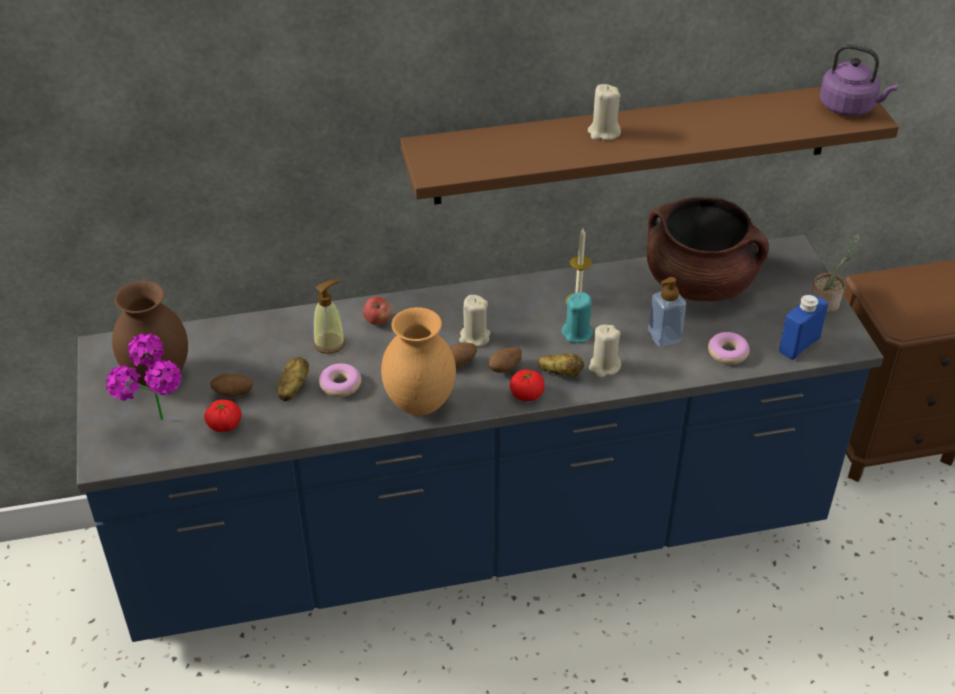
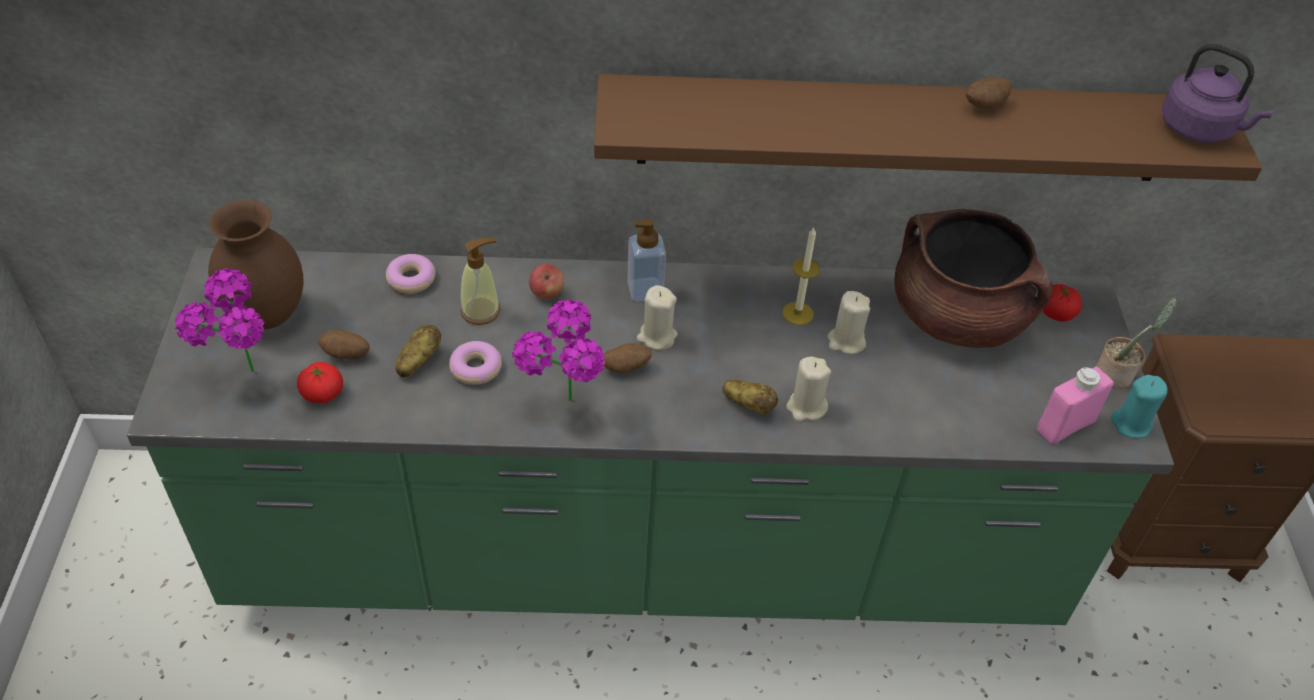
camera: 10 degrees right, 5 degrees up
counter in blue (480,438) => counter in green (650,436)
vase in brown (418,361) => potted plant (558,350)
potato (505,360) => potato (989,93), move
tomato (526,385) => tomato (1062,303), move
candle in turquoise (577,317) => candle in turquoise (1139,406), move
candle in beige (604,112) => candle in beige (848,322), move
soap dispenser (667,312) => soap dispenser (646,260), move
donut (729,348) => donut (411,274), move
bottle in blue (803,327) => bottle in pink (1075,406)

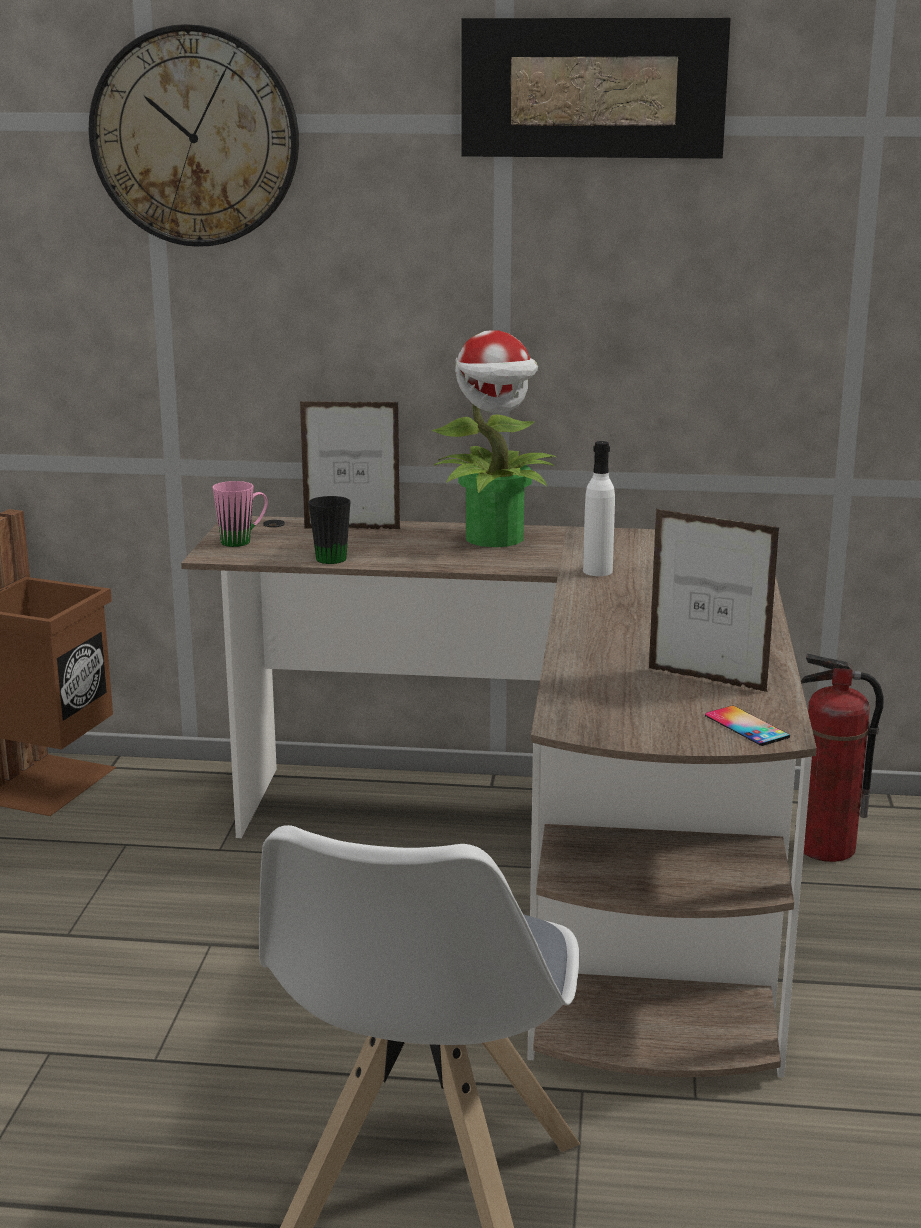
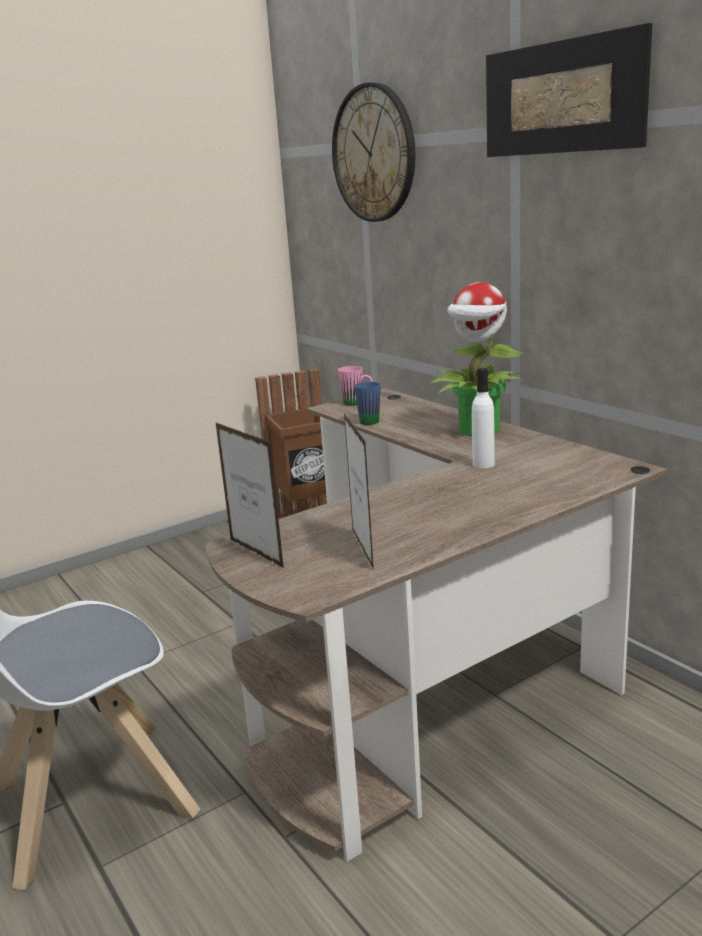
camera: 50 degrees right, 0 degrees up
picture frame (350,465) => picture frame (249,495), move
mug in black (329,530) => mug in blue (367,403)
phone (747,725) => nothing
fire extinguisher (842,758) => nothing

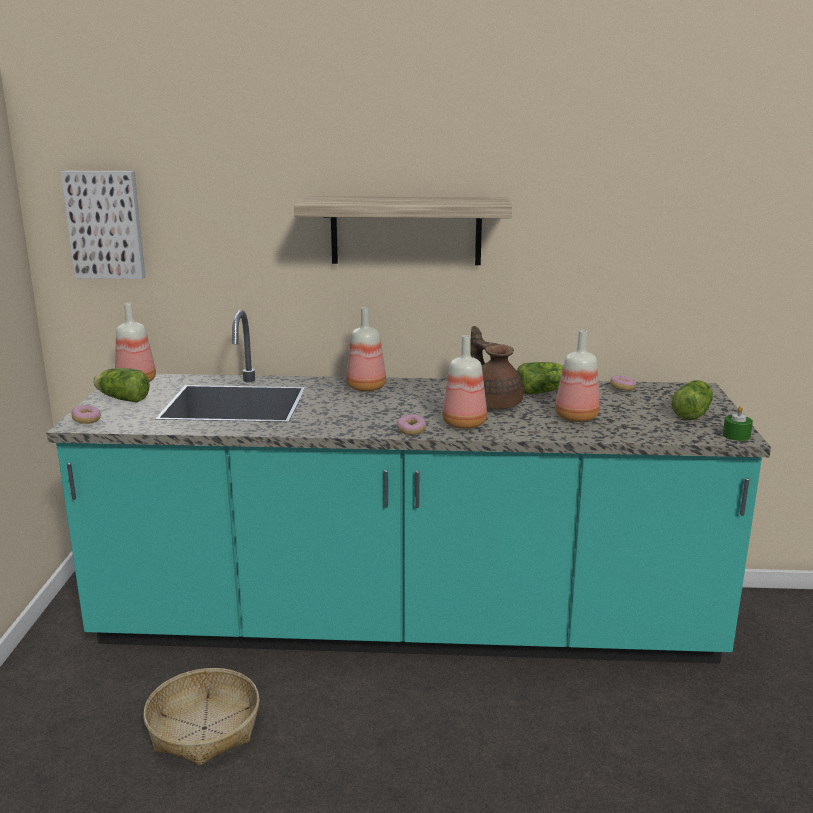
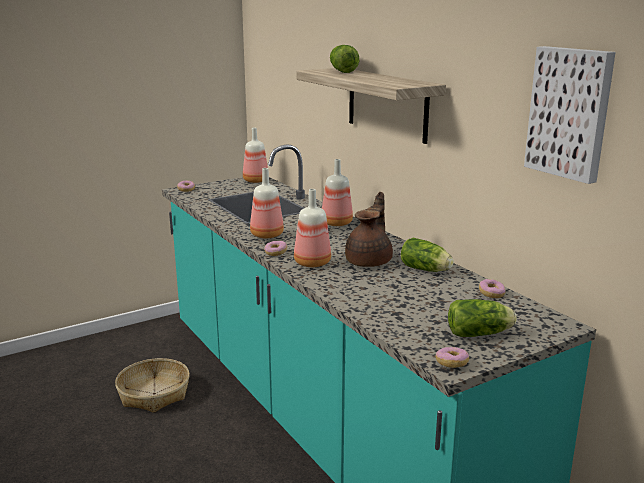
camera: 55 degrees right, 0 degrees up
picture (103,225) => picture (570,115), move
lettuce (121,385) => lettuce (344,59), move
bottle (577,376) => bottle (267,203), move
candle in green (738,423) => donut (452,357)

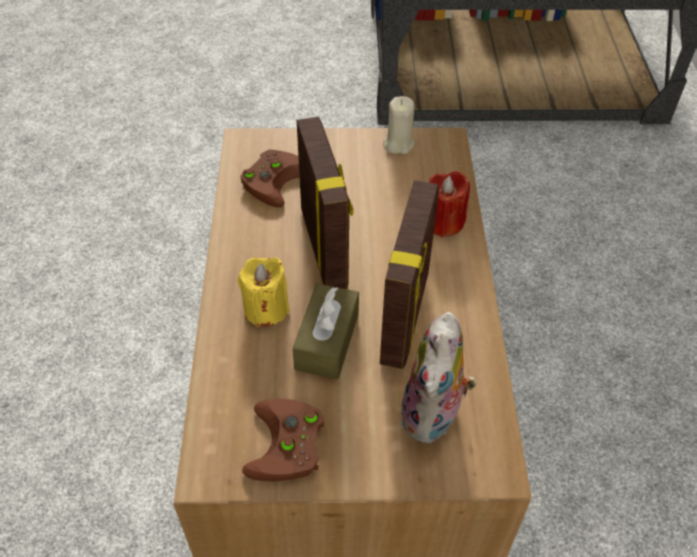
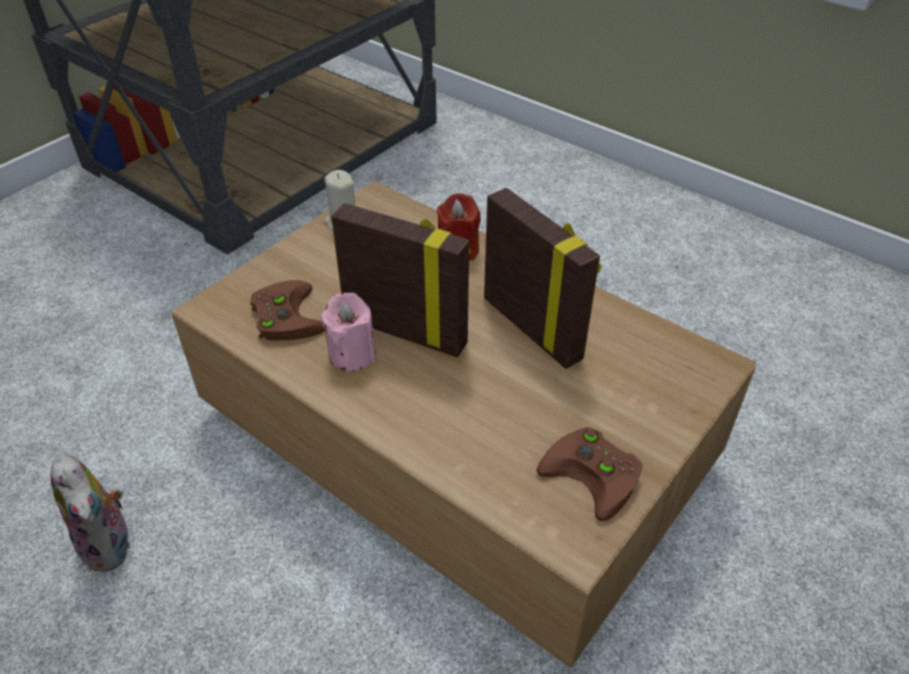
camera: 50 degrees left, 5 degrees down
candle in yellow (264,292) => nothing
tissue box in brown (326,331) => nothing
plush toy (438,378) => plush toy (90,512), move
nothing => candle in pink (348,332)

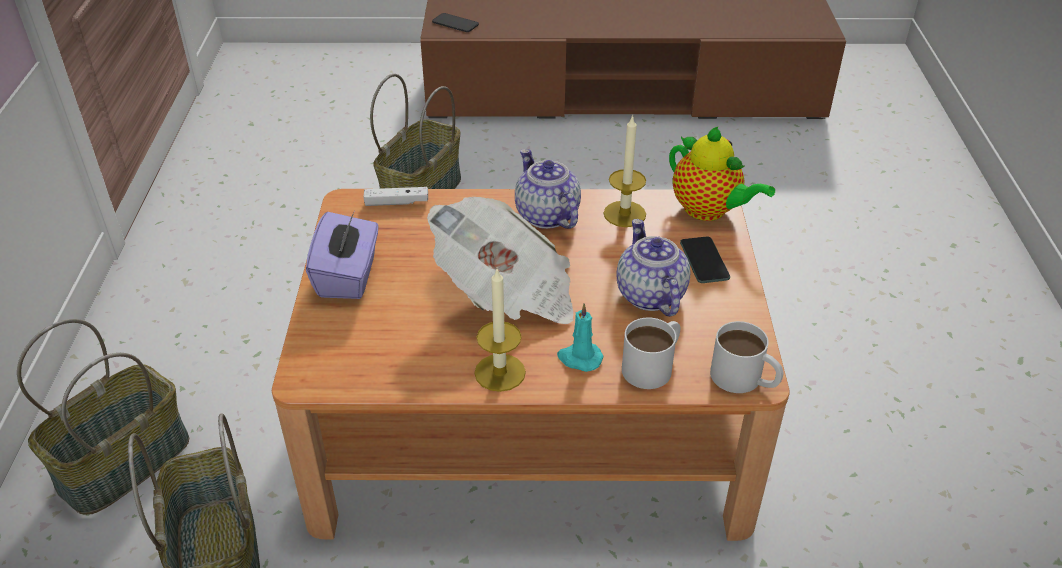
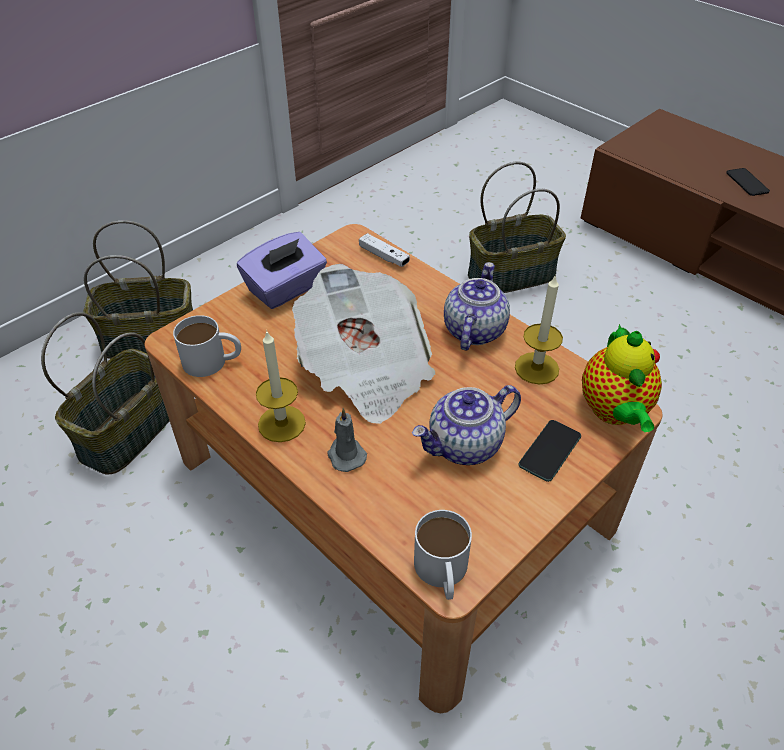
camera: 45 degrees right, 5 degrees up
phone (455,22) => phone (748,182), move
candle in turquoise (580,337) => candle in grey (347,440)
teapot (653,268) => teapot (466,425), 150 degrees counterclockwise
mug in white (651,353) => mug in white (207,346), move

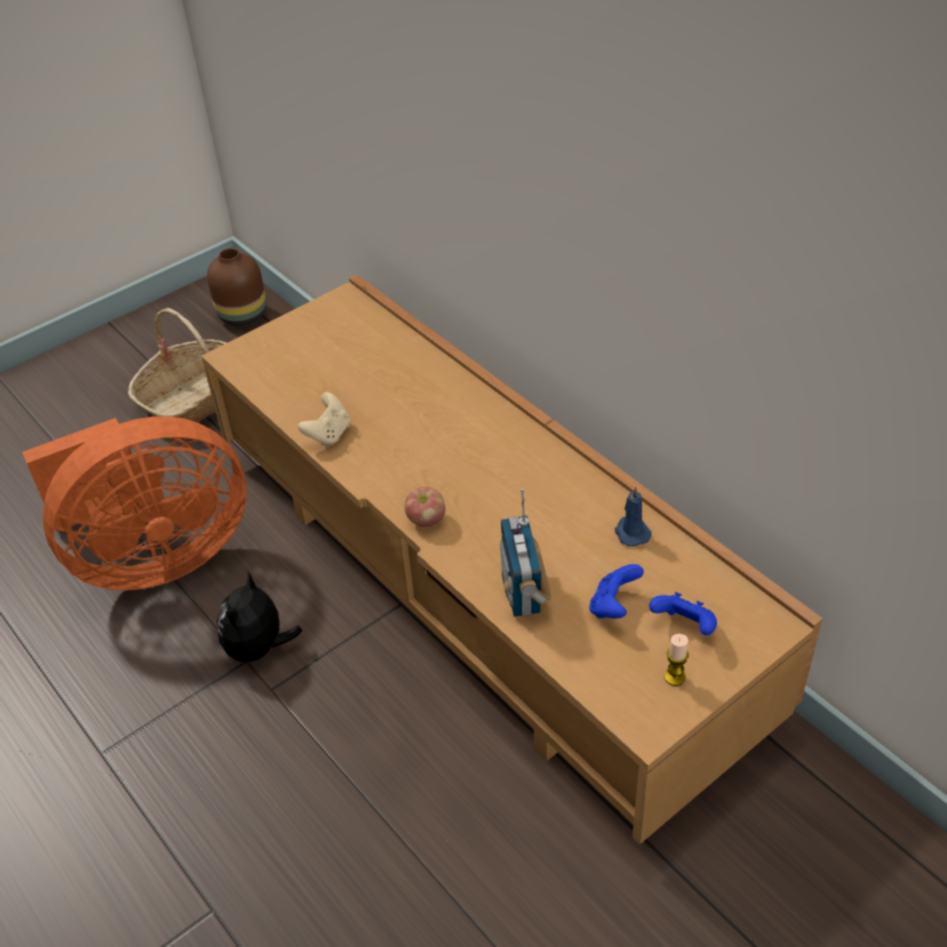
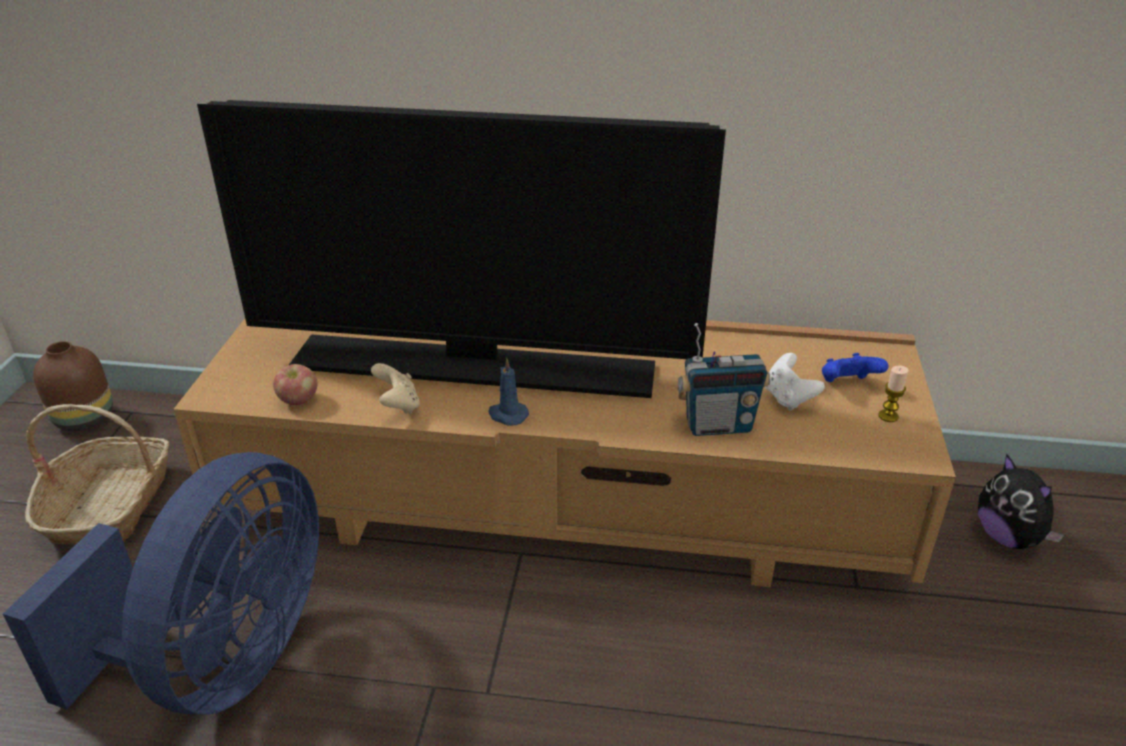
camera: 45 degrees left, 10 degrees down
fan in orange (134,503) => fan in blue (161,583)
plush toy (260,621) => plush toy (1021,501), move
apple (425,507) => apple (295,384), move
radio (526,553) => radio (723,379), 45 degrees counterclockwise
game controller in blue (616,591) => game controller in white (795,382)
candle in blue (633,516) => candle in blue (508,392), move
nothing => television (461,249)

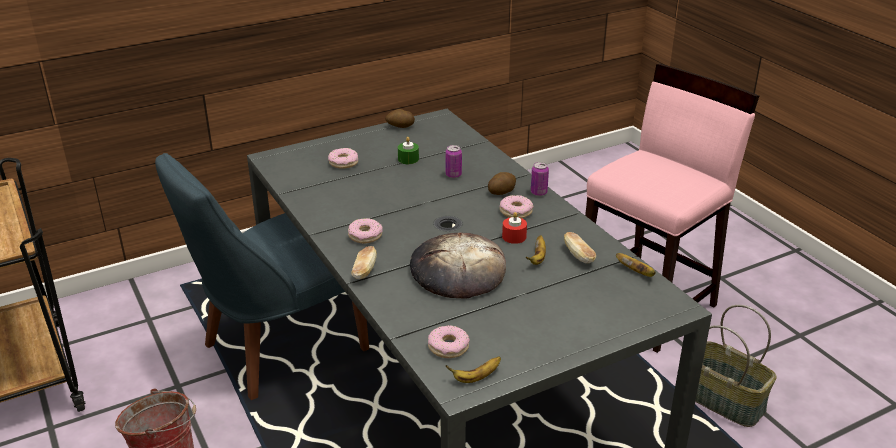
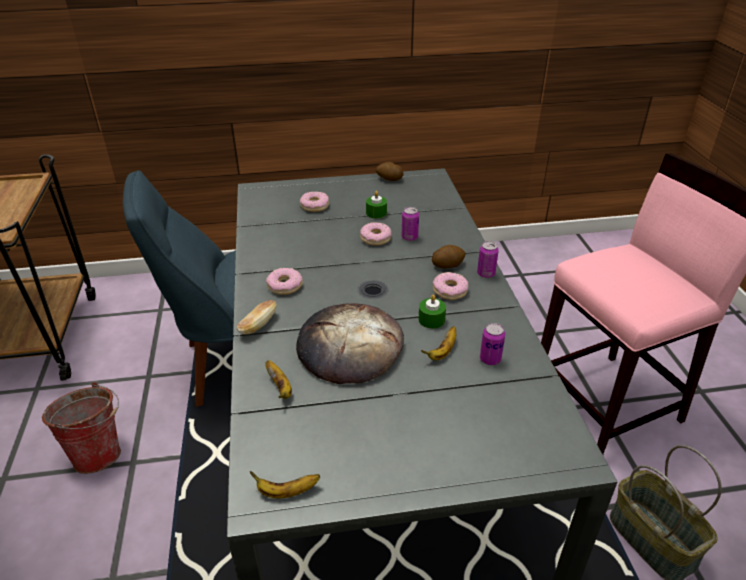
camera: 20 degrees right, 5 degrees up
donut (449,341) => donut (375,233), move
candle in red (514,228) => candle in green (432,311)
bread (580,247) => can (492,344)
banana (636,265) => banana (278,379), move

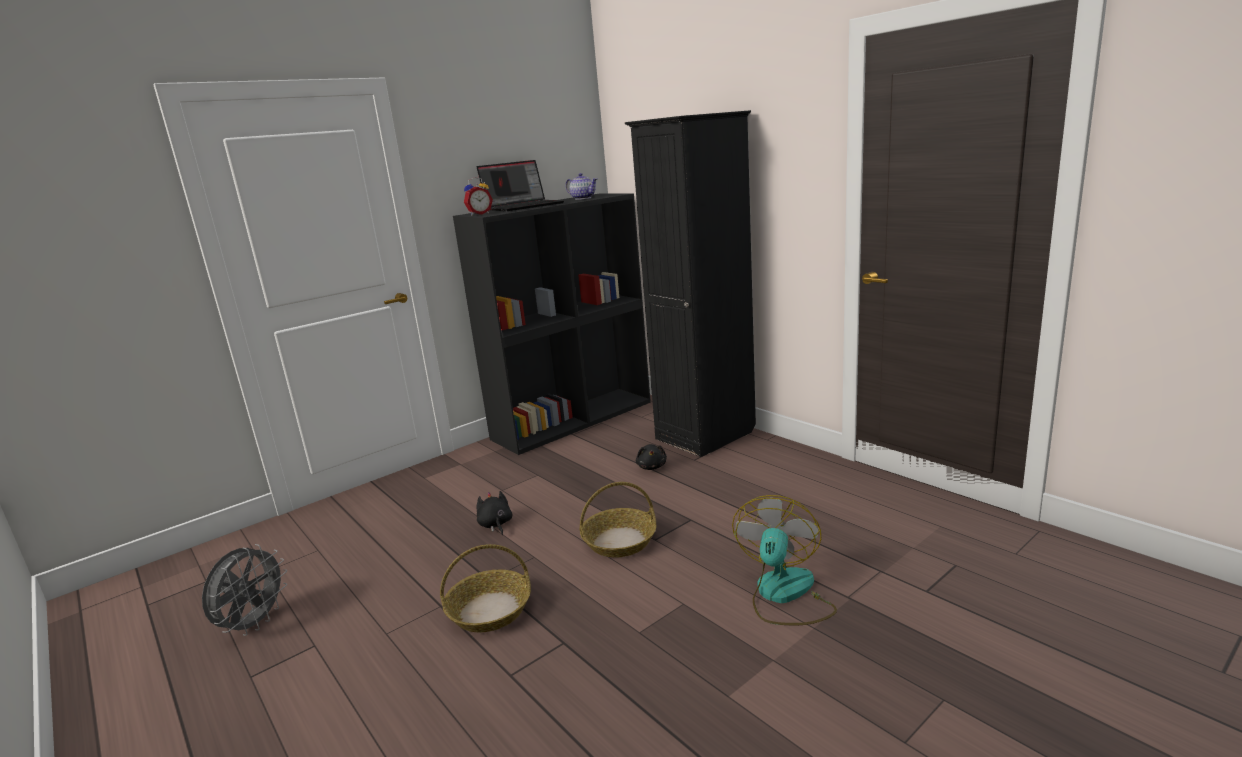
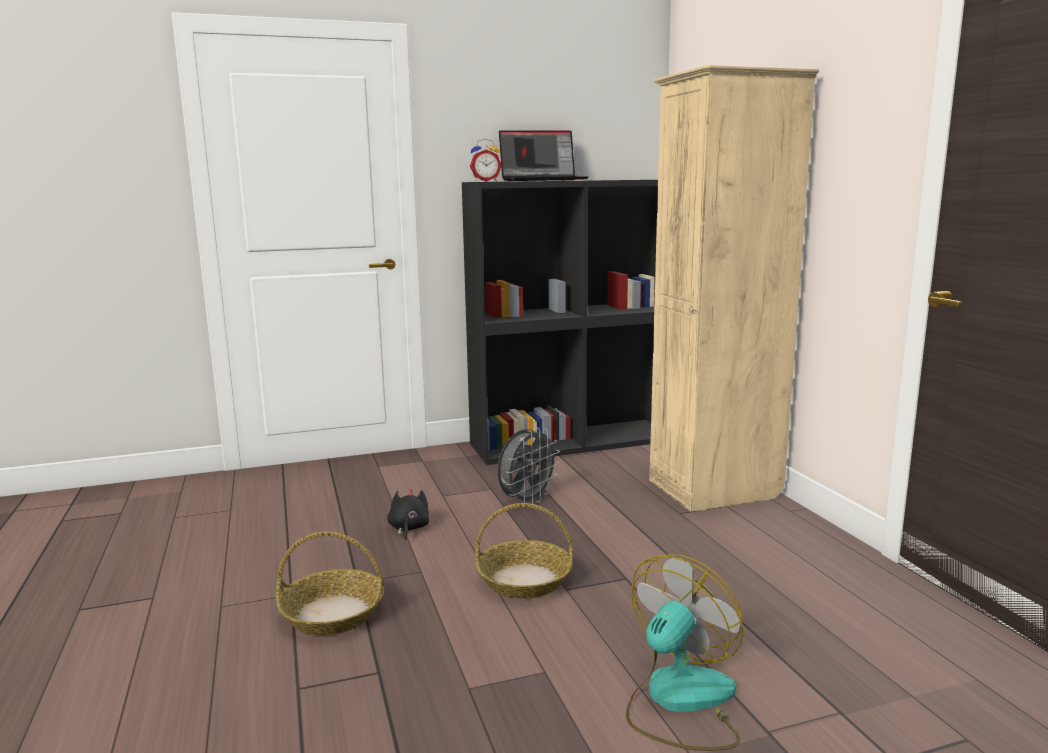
camera: 20 degrees right, 5 degrees down
fan in grey (244,590) => fan in grey (529,465), move
teapot (581,186) => nothing
cabinet in black (690,283) => cabinet in beige (734,288)
plush toy in black (651,457) => nothing

